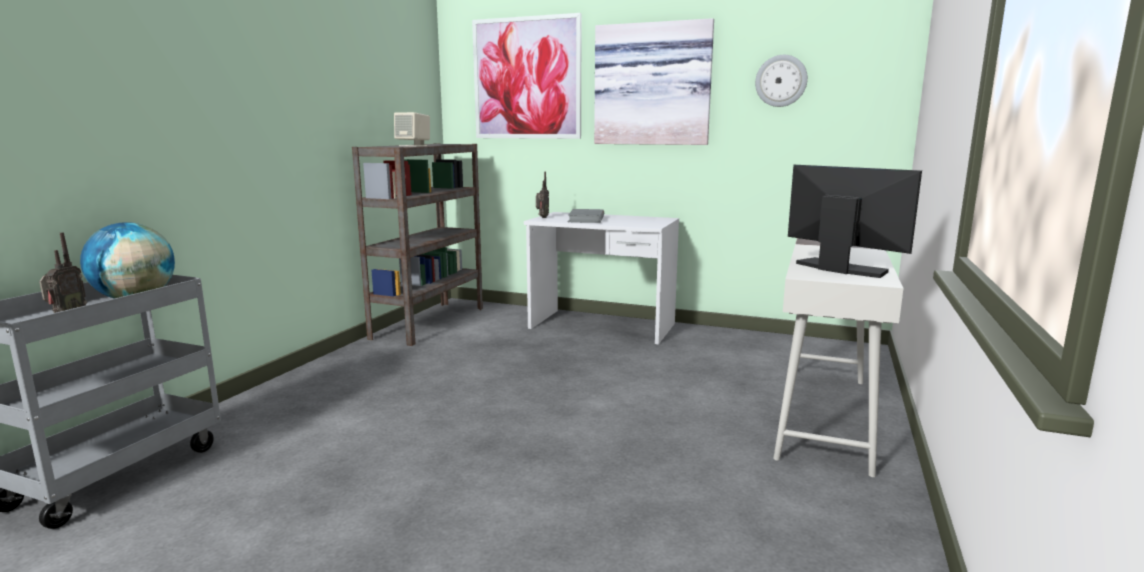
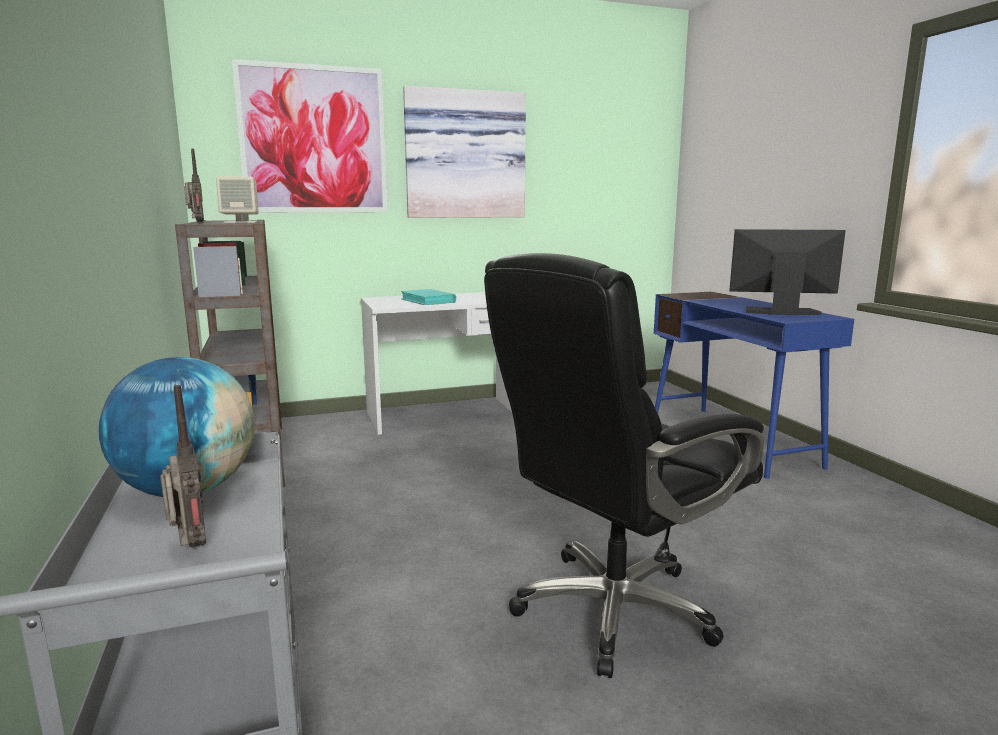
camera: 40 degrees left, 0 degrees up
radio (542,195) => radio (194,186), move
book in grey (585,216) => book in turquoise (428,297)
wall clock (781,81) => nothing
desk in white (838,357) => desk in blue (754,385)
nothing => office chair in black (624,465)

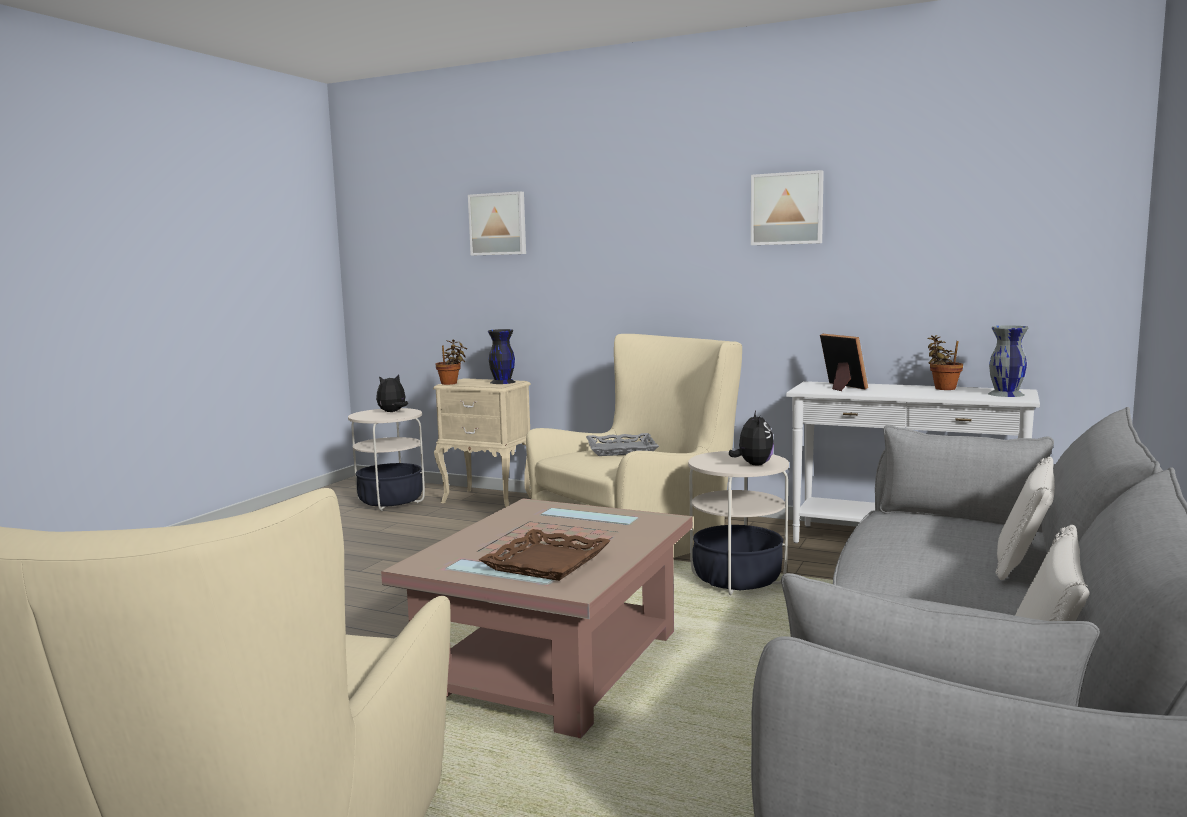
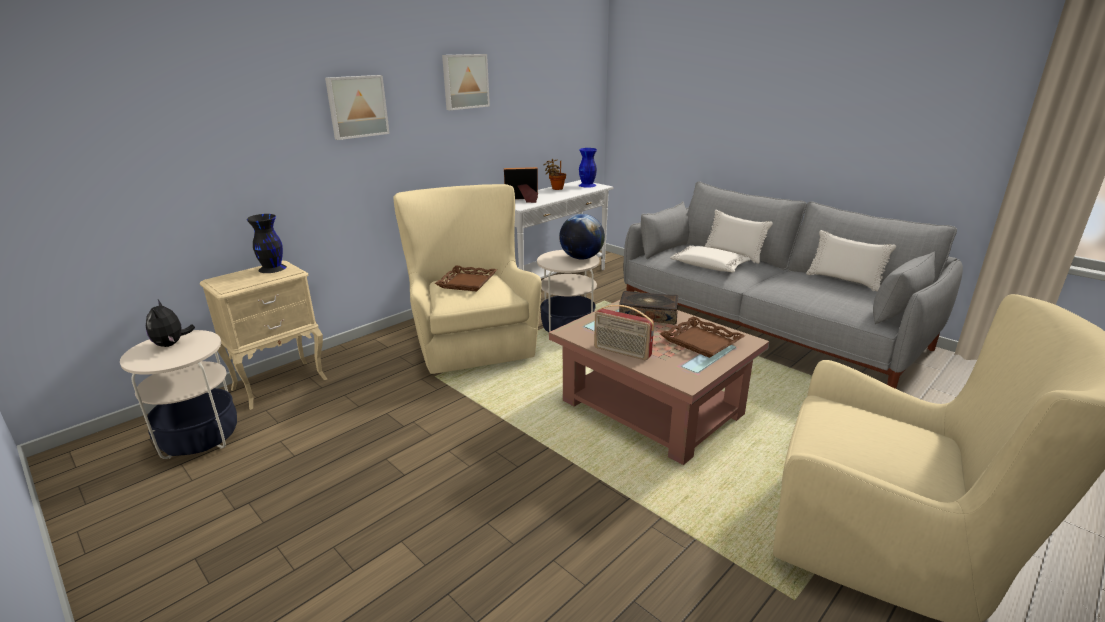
camera: 70 degrees left, 15 degrees up
potted plant (451,362) => nothing
picture (497,223) => picture (357,107), move
tray in grey (622,444) => tray in brown (466,279)
plush toy (751,438) => globe (582,236)
vase in grey (1008,361) => vase in blue (588,168)
nothing => radio (624,332)
nothing => book (648,307)
nothing => pillow in white (710,259)

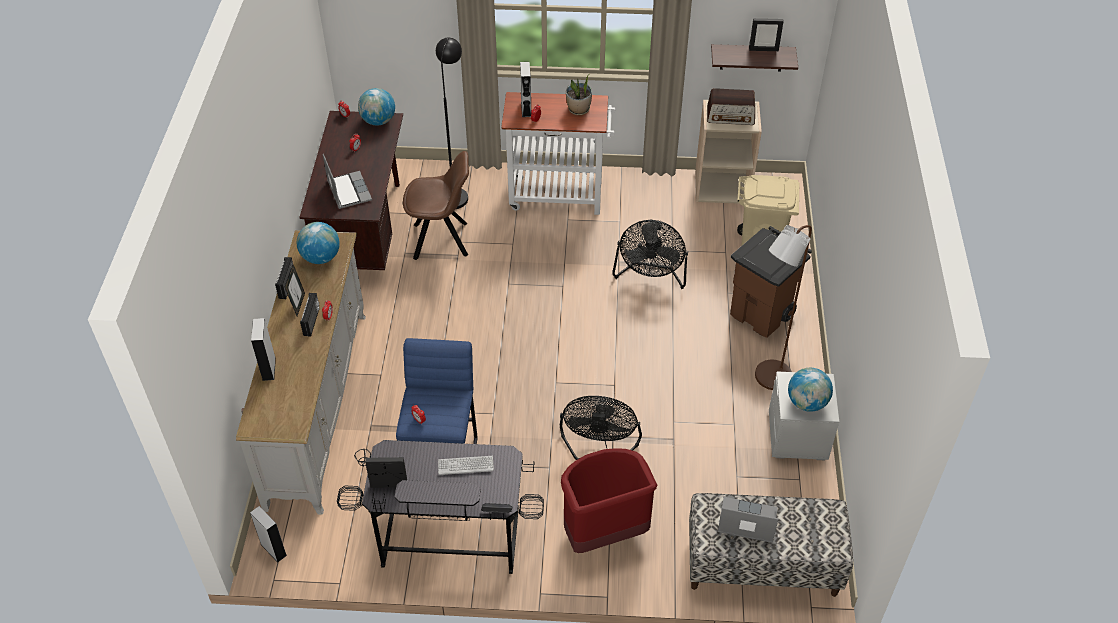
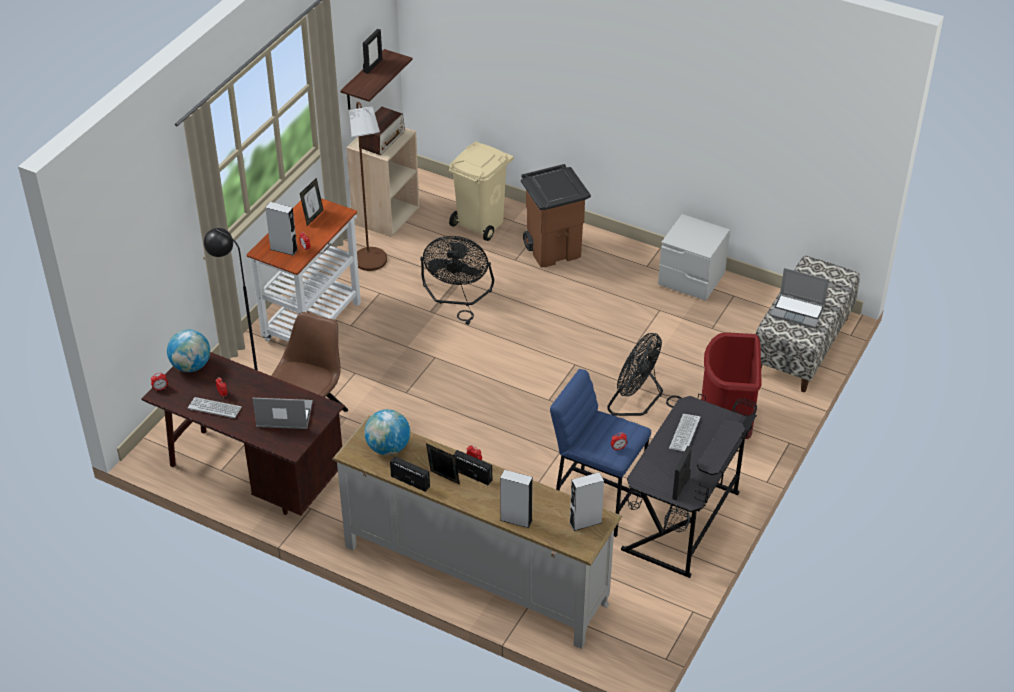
camera: 65 degrees left, 5 degrees down
speaker in grey (268,534) => speaker in grey (586,501), move
potted plant (579,94) => picture frame (311,202)
fan in black (650,254) => fan in black (457,280), 120 degrees counterclockwise
laptop (748,520) => laptop (799,298), 105 degrees counterclockwise
floor lamp in brown (783,307) => floor lamp in brown (368,186), move
globe (810,390) => nothing
nothing => keyboard (215,407)

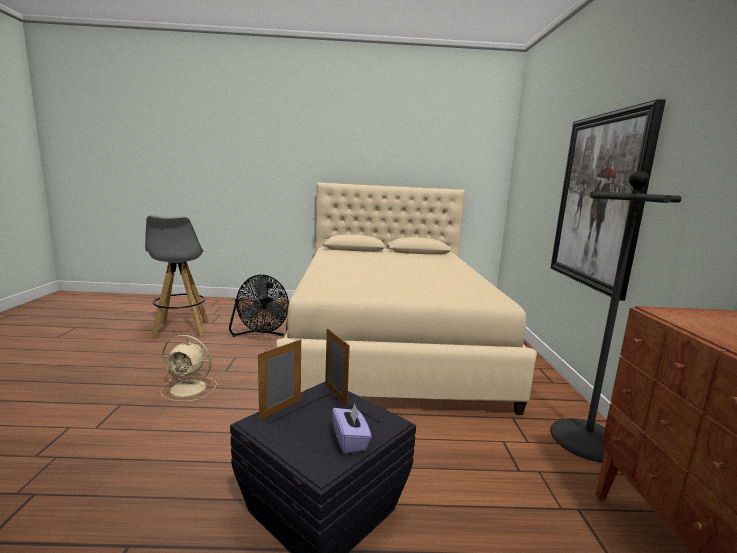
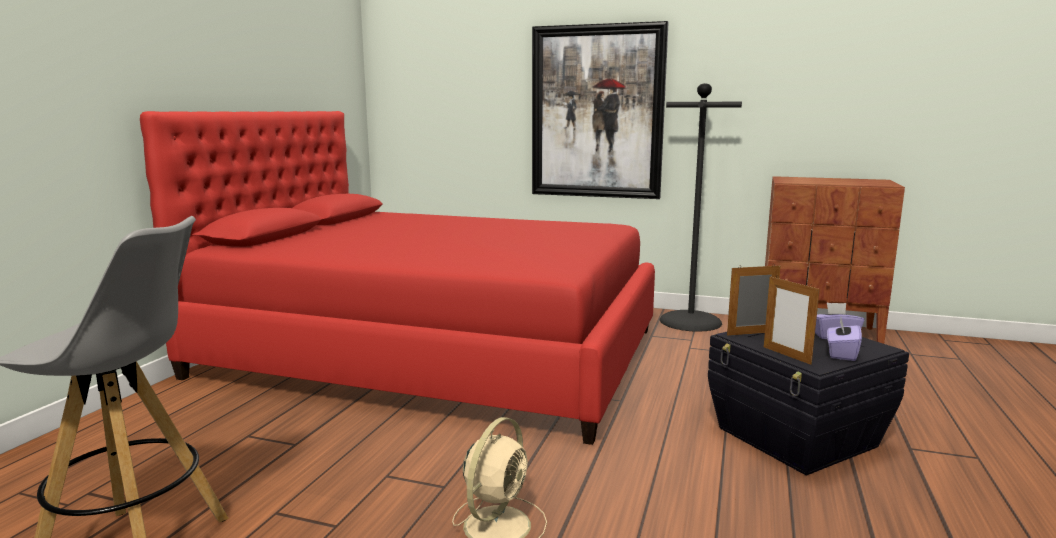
camera: 70 degrees left, 0 degrees up
fan in black (259,306) => nothing
bed in beige (406,299) => bed in red (397,278)
nothing => tissue box in purple (844,339)

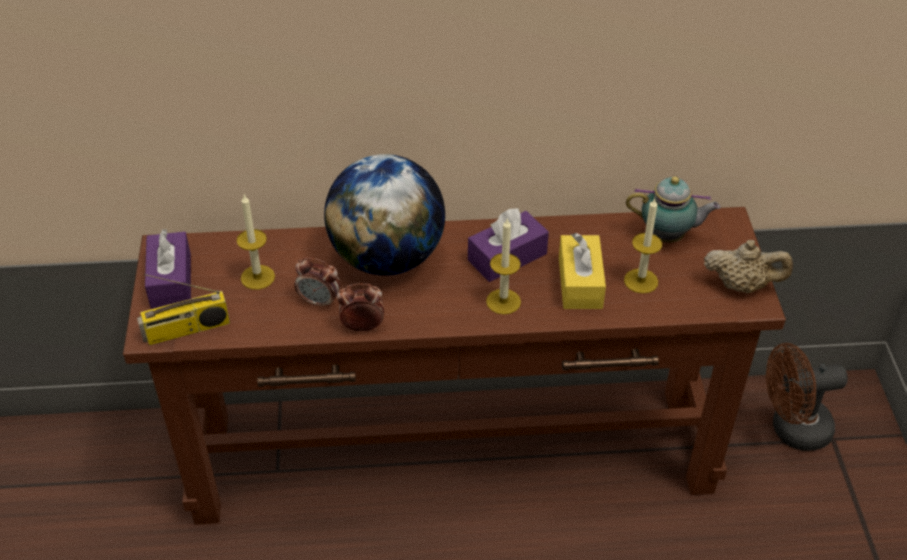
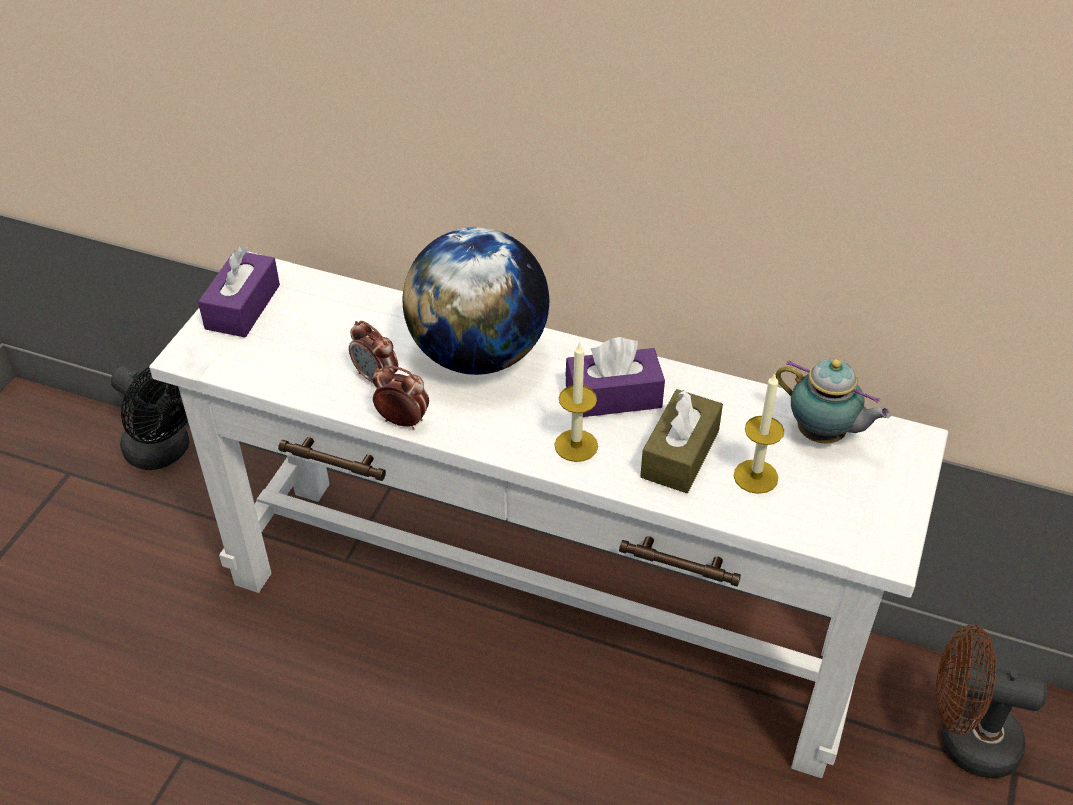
camera: 25 degrees right, 0 degrees up
console table in brown (454,366) => console table in white (549,515)
radio (183,309) => nothing
candle (256,242) => nothing
tissue box in yellow (582,271) => tissue box in brown (681,441)
teapot in beige (748,266) => nothing
nothing => fan in black (150,418)

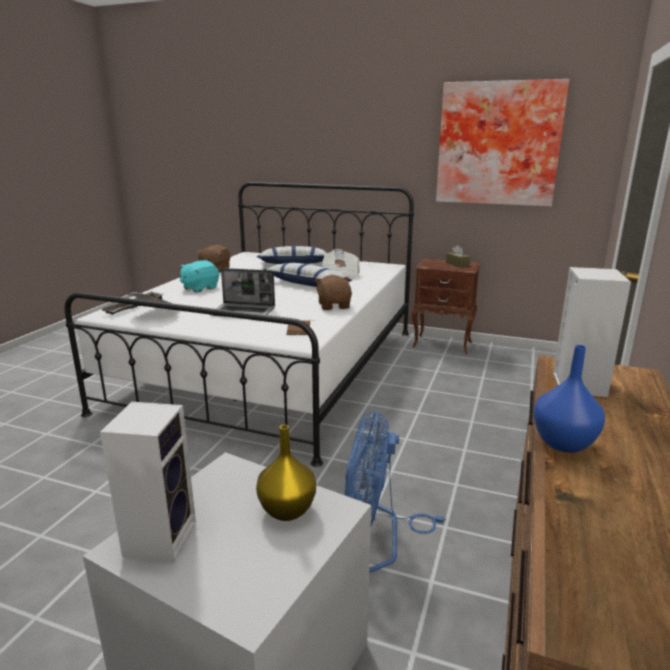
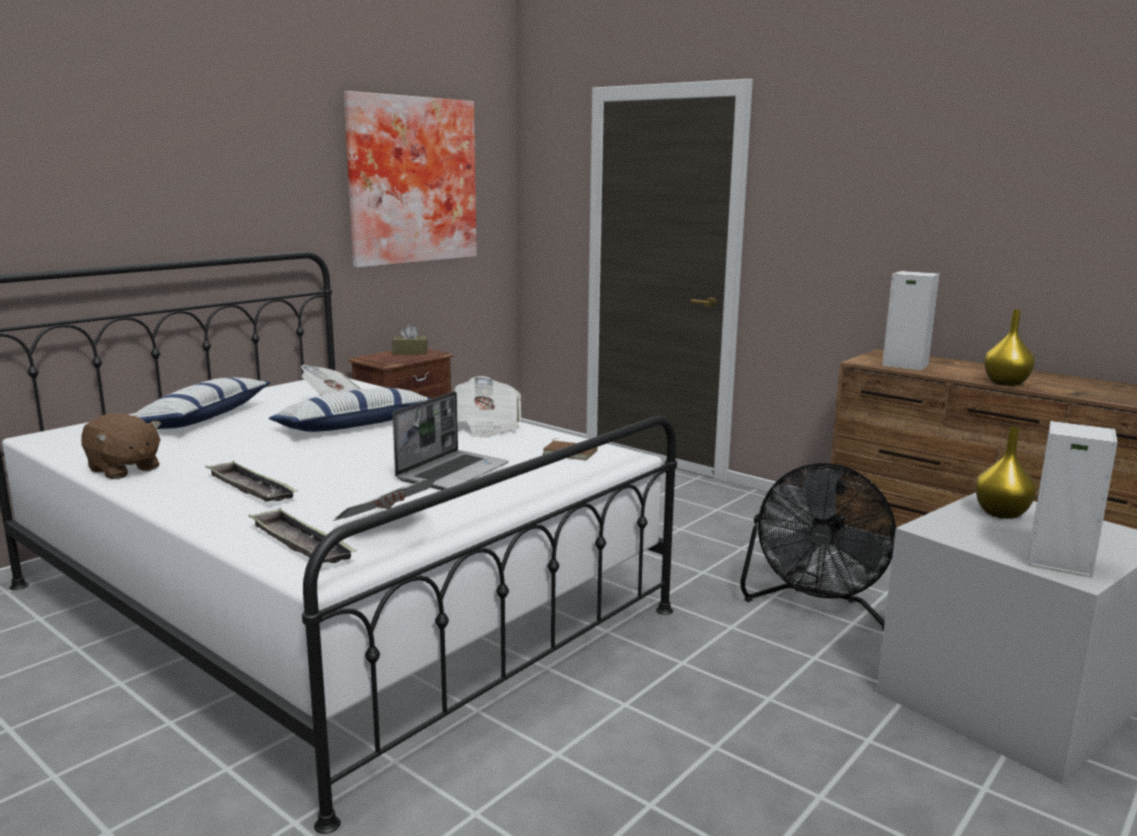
camera: 70 degrees left, 5 degrees down
plush toy in turquoise (199,276) => tray (252,481)
plush toy in brown (333,292) => newspaper (487,407)
fan in blue (395,492) => fan in black (818,547)
vase in blue (569,399) => vase in yellow (1009,347)

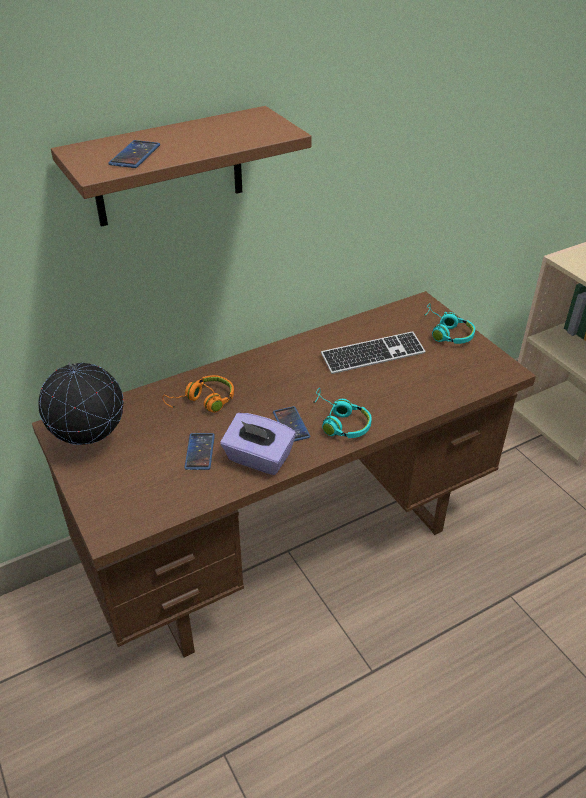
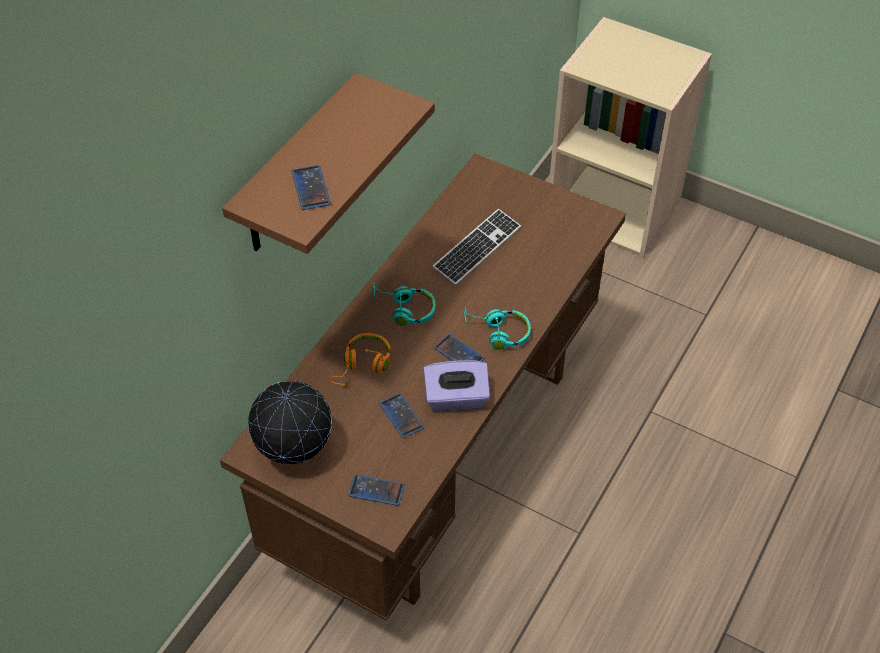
camera: 30 degrees left, 10 degrees up
headphones in turquoise (449,323) => headphones in turquoise (404,304), move
nothing => phone (376,490)

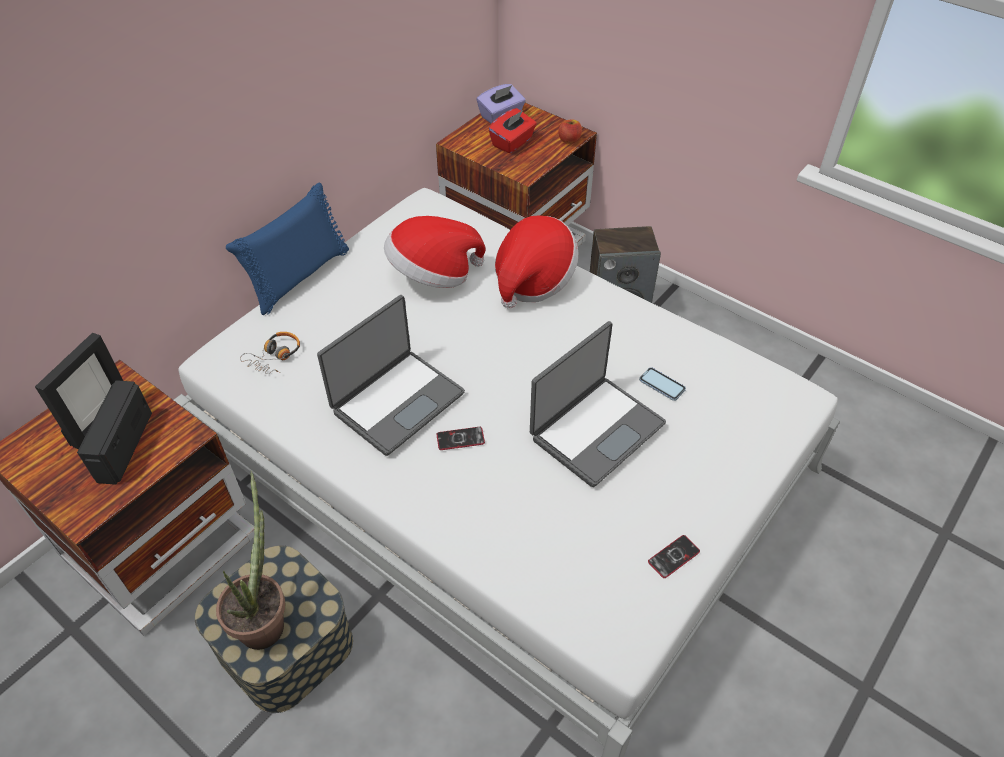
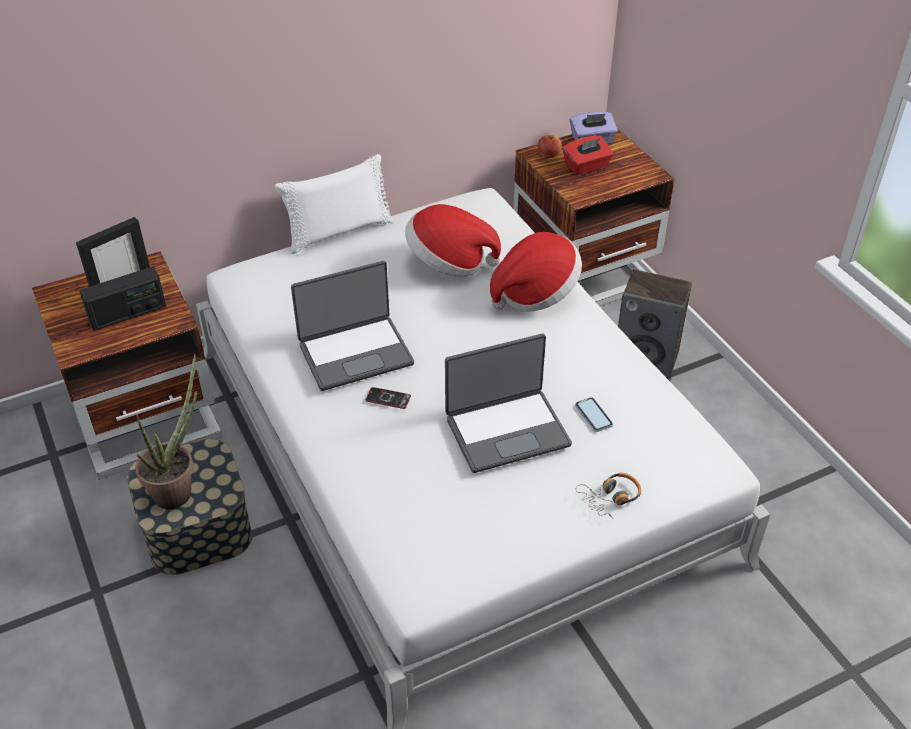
camera: 25 degrees right, 5 degrees down
radio (114,432) => radio (122,299), 150 degrees counterclockwise
pillow in blue (287,249) => pillow in white (334,204)
headphones (270,353) => headphones (608,495), move
apple (570,131) => apple (550,146), move
phone (674,556) => nothing

